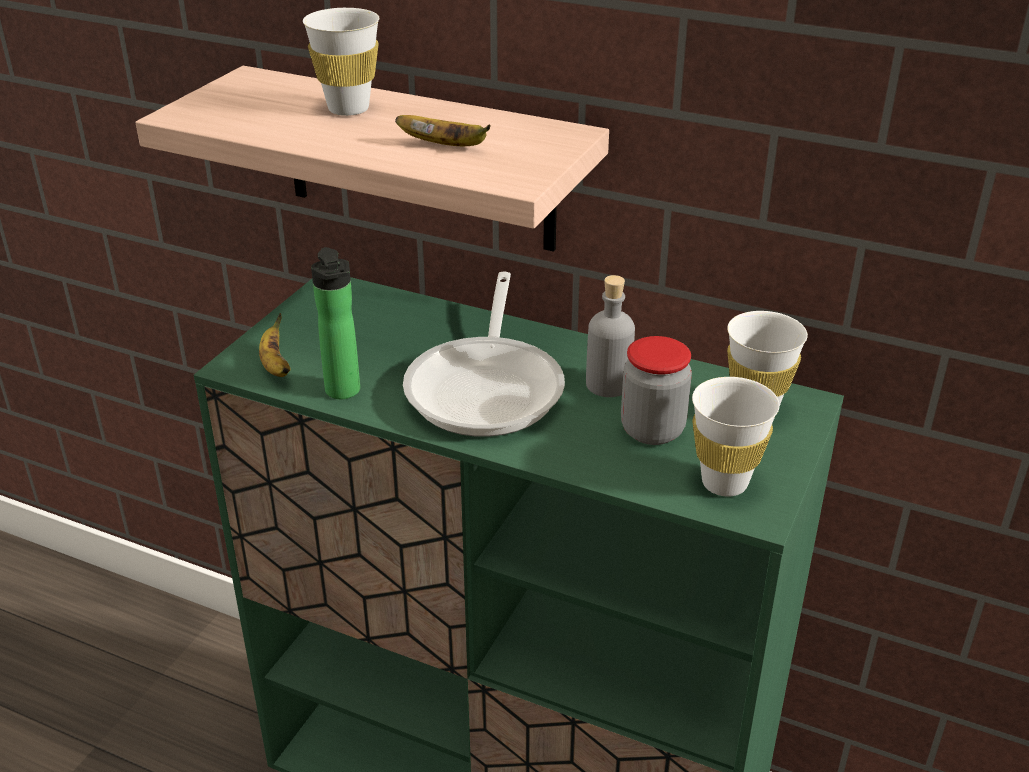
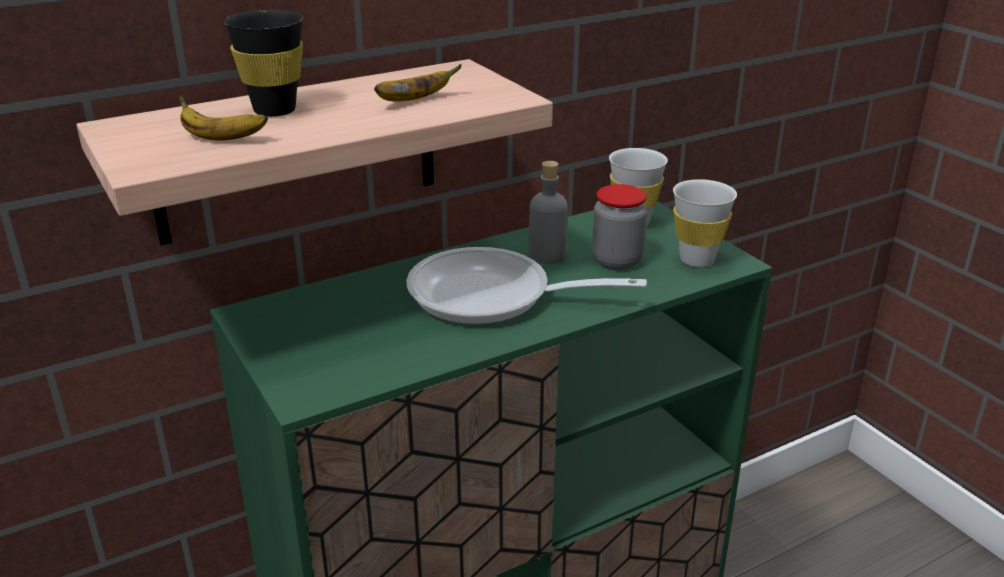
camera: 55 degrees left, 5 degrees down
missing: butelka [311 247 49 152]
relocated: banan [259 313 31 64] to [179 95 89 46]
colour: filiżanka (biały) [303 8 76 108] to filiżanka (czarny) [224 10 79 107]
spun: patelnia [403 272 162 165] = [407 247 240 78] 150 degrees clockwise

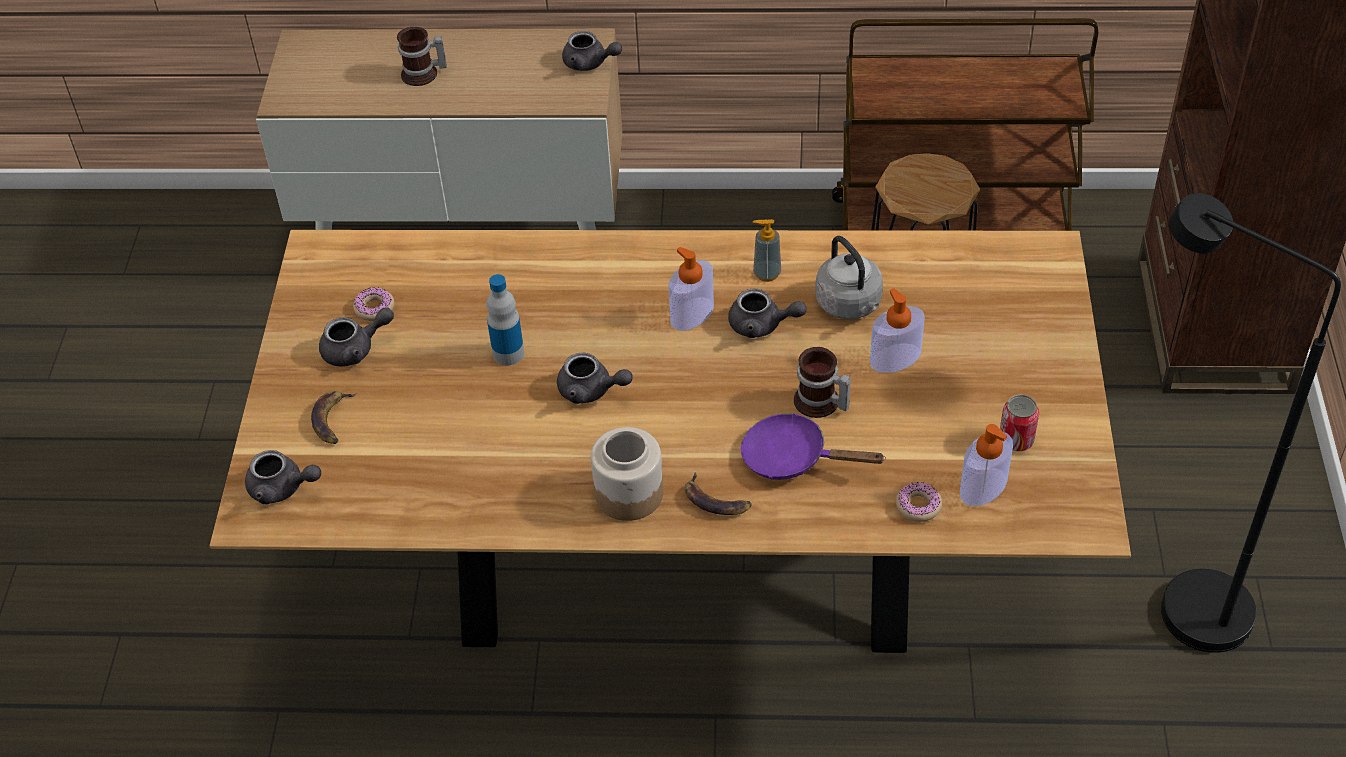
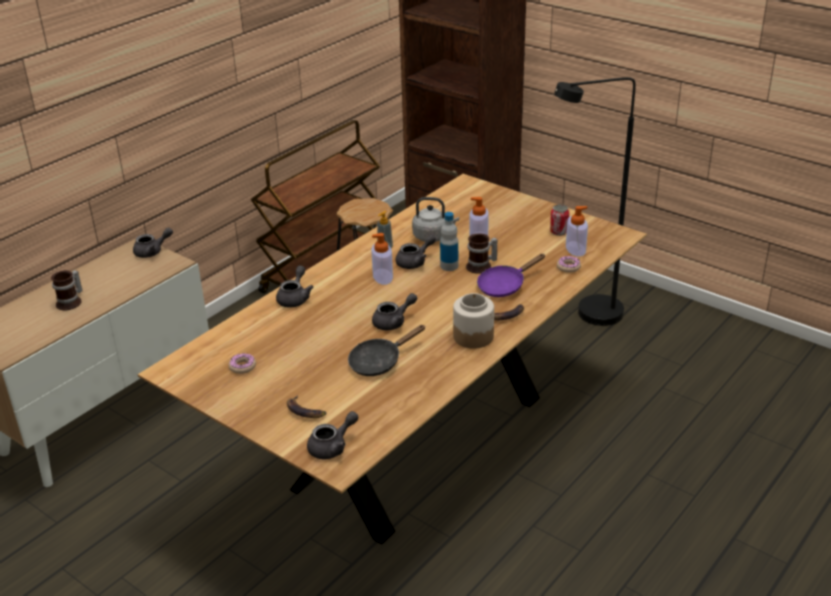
camera: 55 degrees left, 15 degrees down
appeared: patelnia (czarny) [348 325 78 51]
relocated: imbryk (szary) [319 307 75 59] to [276 266 37 41]; butelka [486 274 38 91] to [440 212 18 59]

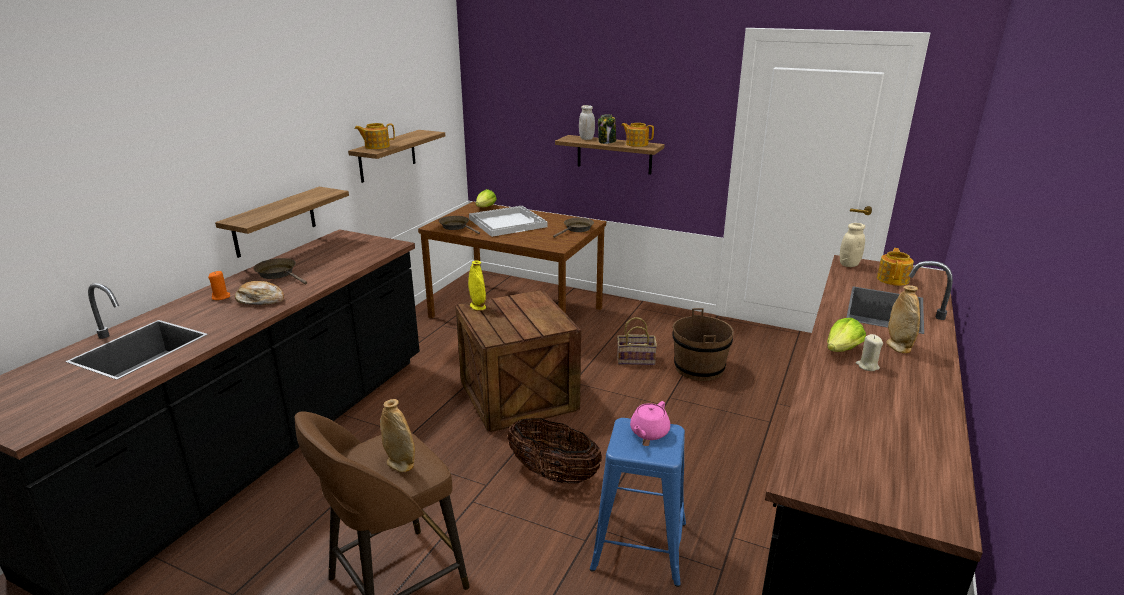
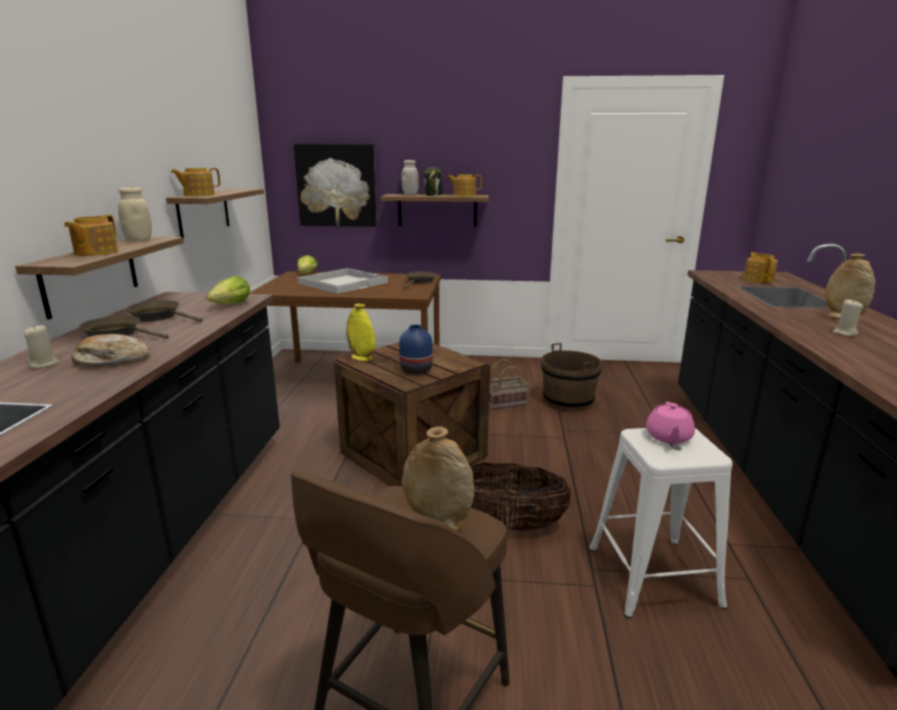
camera: 20 degrees left, 5 degrees down
appeared: imbryk [64 215 54 41]; obraz [294 144 83 83]; wazon (niebieski) [399 325 34 50]
relocated: słoik (beżowy) [840 223 25 44] to [118 187 34 55]; patelnia (brązowy) [439 216 41 18] to [126 300 77 22]; sałata [827 318 39 34] to [206 276 44 28]
colour: świeca (pomarańczowy) [208 271 22 29] to świeca (beżowy) [24 325 35 43]; stołek (niebieski) [590 418 96 169] to stołek (biały) [589 428 144 191]

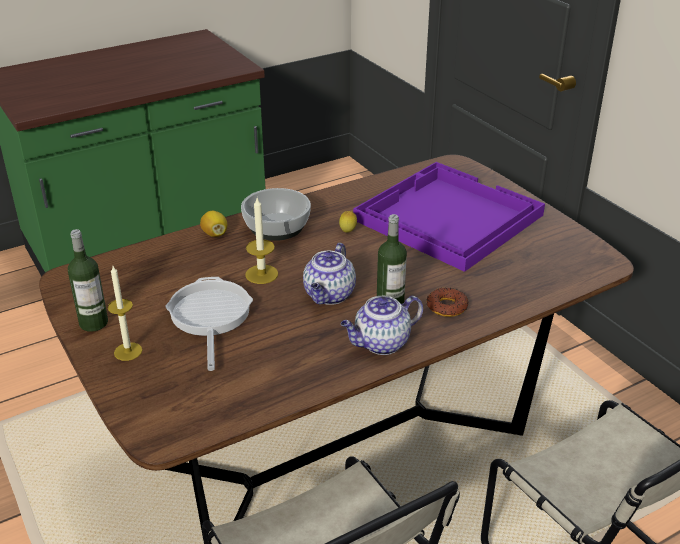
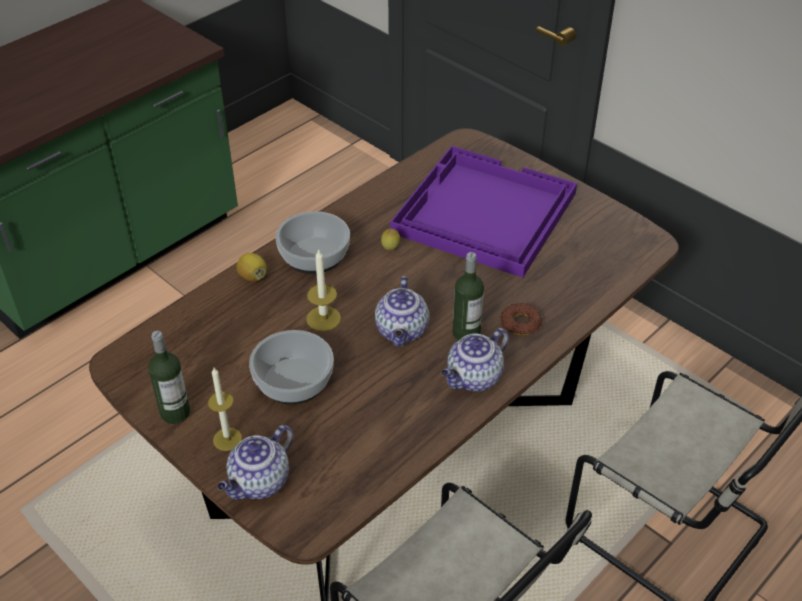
camera: 15 degrees left, 10 degrees up
appeared: imbryk [218 425 75 75]
exchanged: patelnia [165 277 88 94] to miska [249 330 85 75]

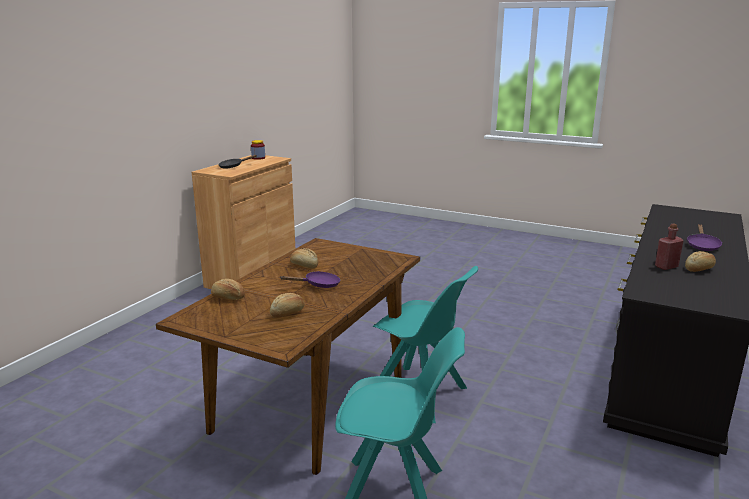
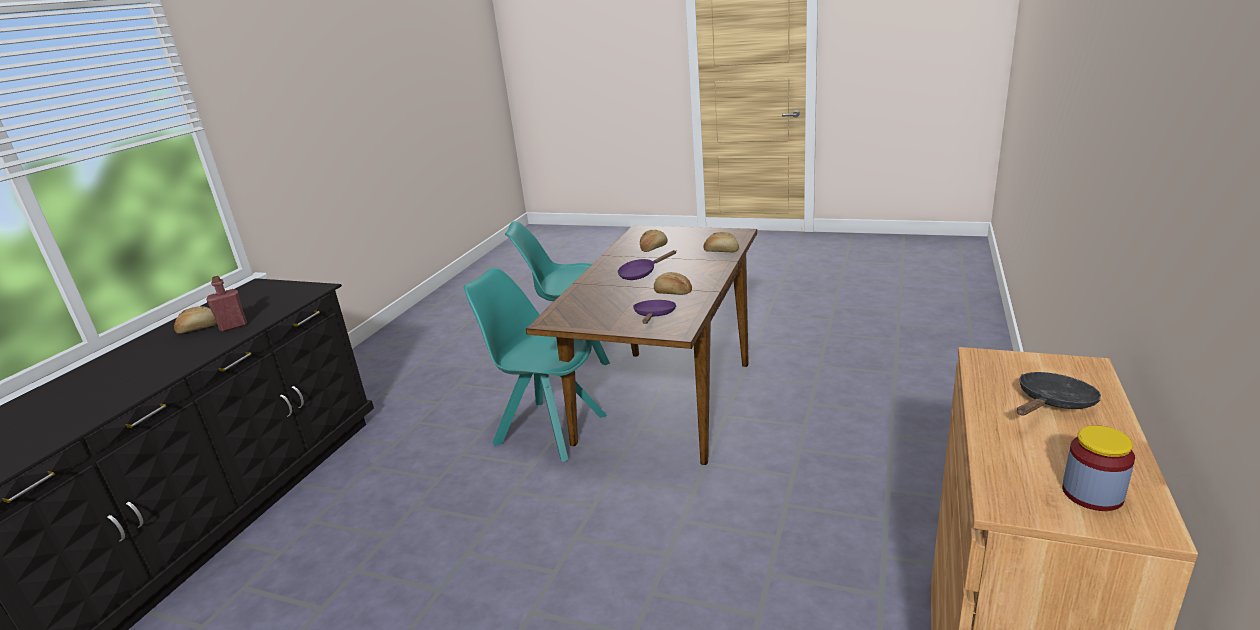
camera: 175 degrees right, 5 degrees up
relocated: patelnia (fioletowy) [687 224 35 27] to [633 300 44 24]

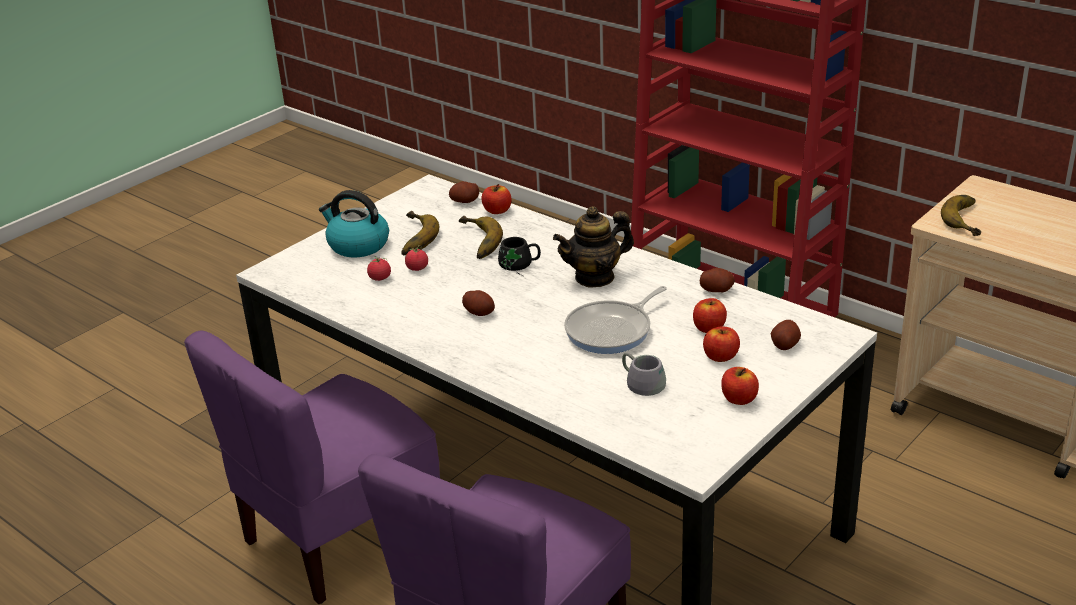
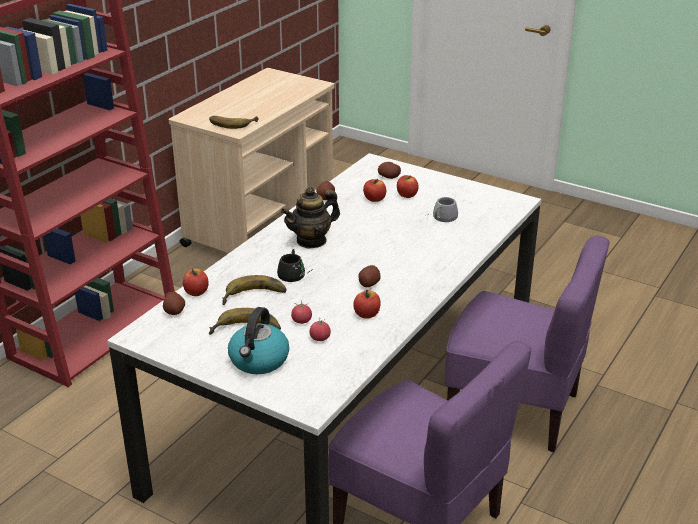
camera: 100 degrees left, 0 degrees up
missing: patelnia [564 286 103 68]
relocated: jabłko [721 367 38 38] to [353 290 28 29]
spun: imbryk [553 206 81 82] = [281 187 59 62] 90 degrees clockwise

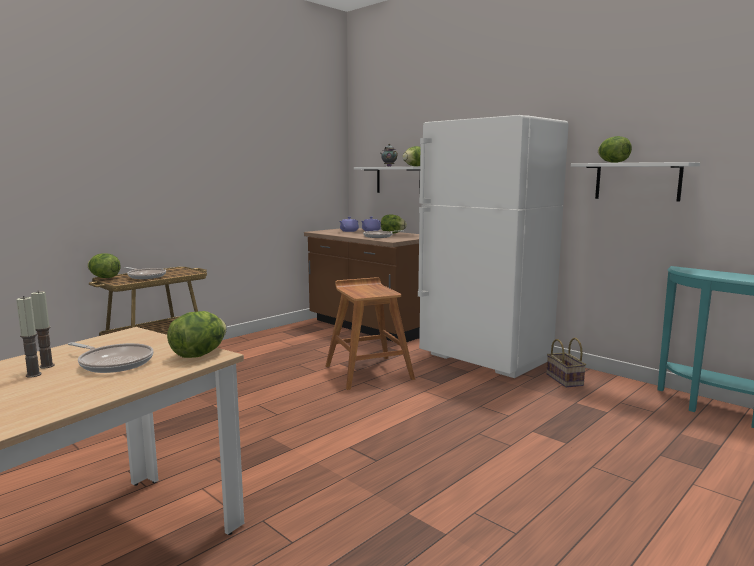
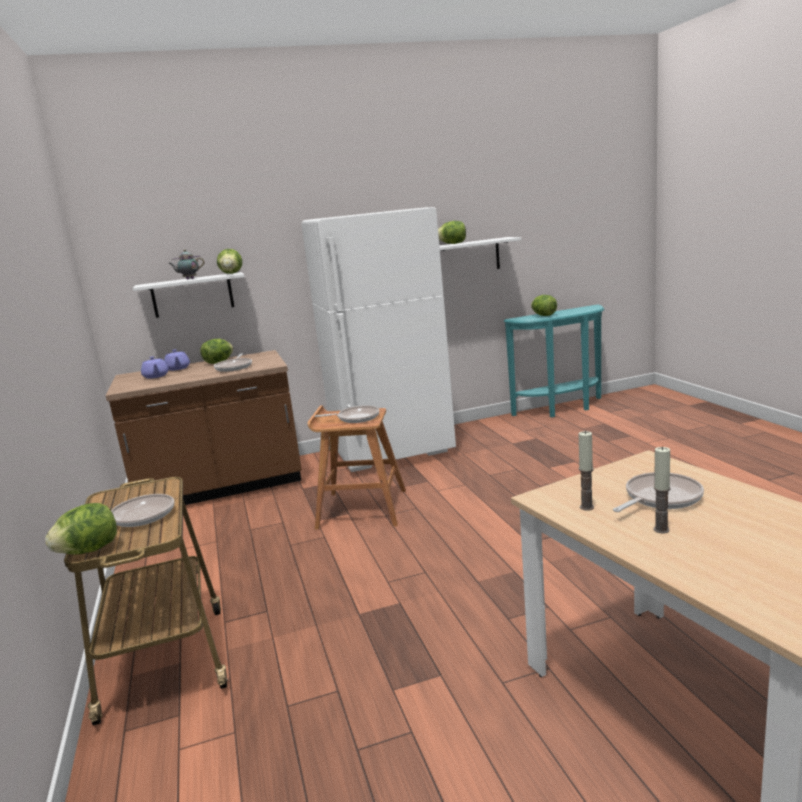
camera: 60 degrees left, 5 degrees up
missing: koszyk [546 338 40 49]
appeared: patelnia [315 406 64 17]
relocated: sałata [167 311 60 47] to [531 295 26 21]; świeca [16 296 26 82] to [579 431 15 80]

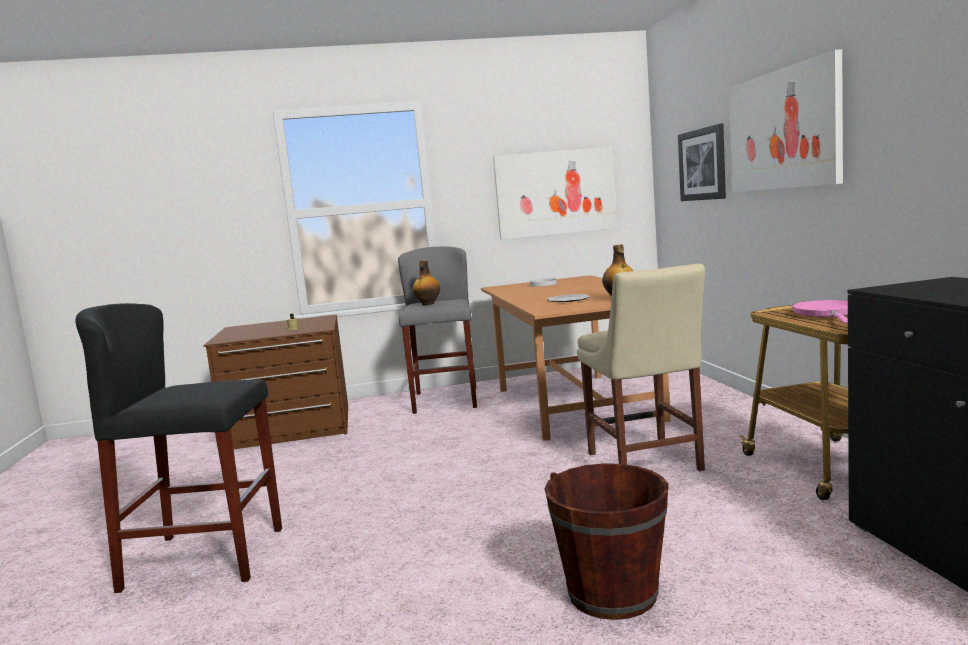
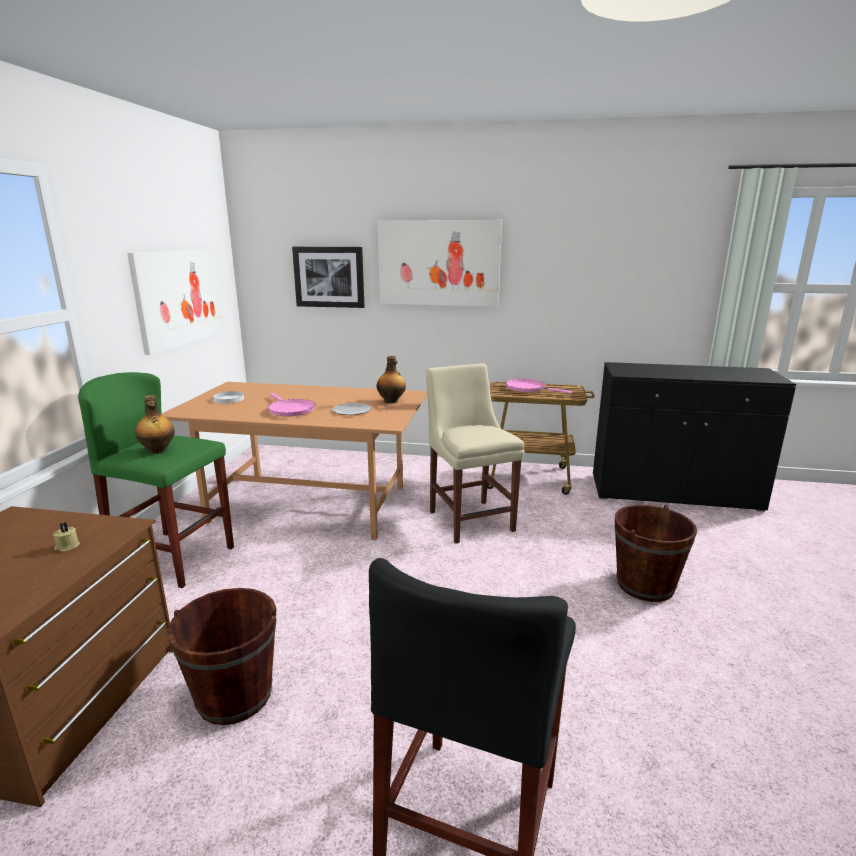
camera: 70 degrees left, 10 degrees up
appeared: wiadro (brązowy) [168 588 109 137]; patelnia (różowy) [268 393 48 23]
colour: stołek (szary) [398 246 79 168] to stołek (zielony) [78 372 156 216]
spun: krzesło (beżowy) [577 264 128 207] = [426 363 99 181] 120 degrees counterclockwise

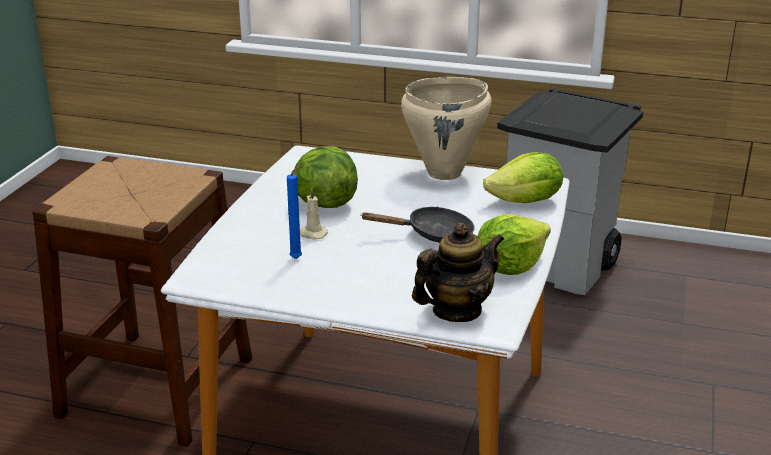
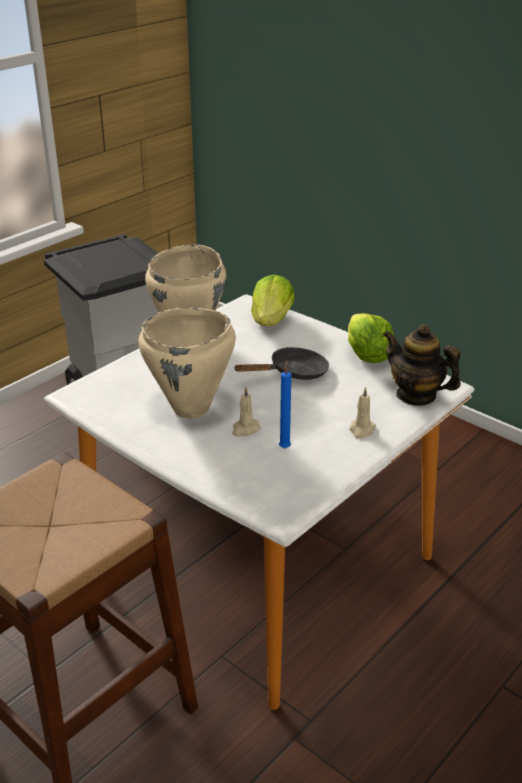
camera: 65 degrees left, 5 degrees up
appeared: świeca (beżowy) [350 387 26 52]
exchanged: sałata [294 146 64 62] to garnek (beżowy) [138 308 98 111]
spun: patelnia (czarny) [360 207 115 36] = [234 347 95 33] 45 degrees clockwise; imbryk [412 223 92 99] = [383 324 78 82] 45 degrees counterclockwise

